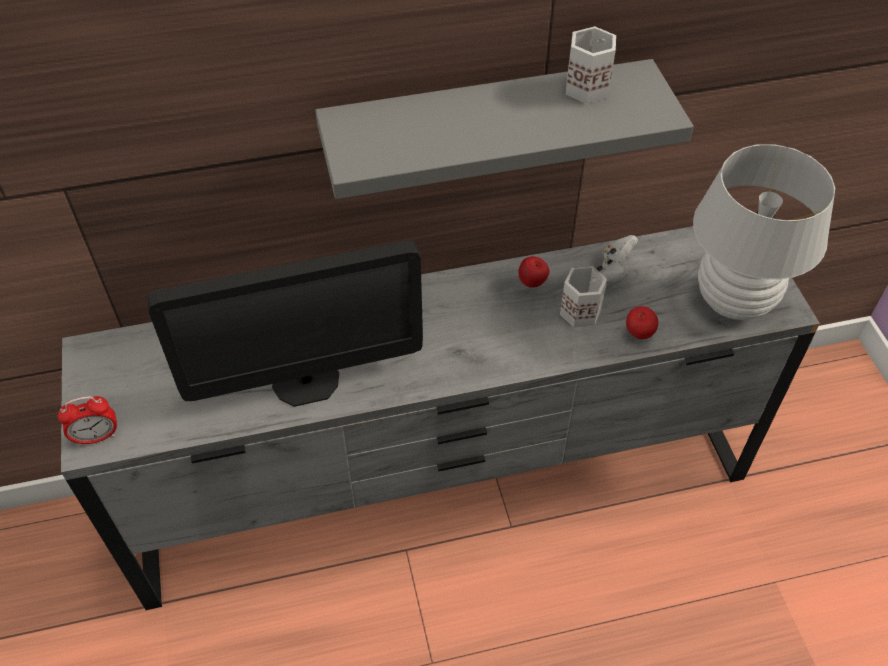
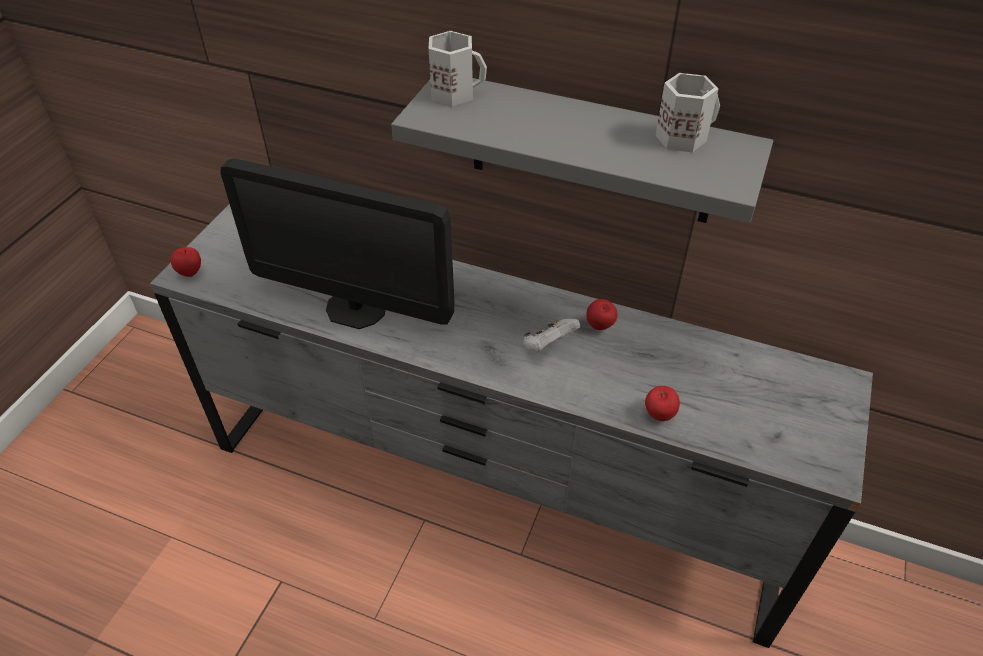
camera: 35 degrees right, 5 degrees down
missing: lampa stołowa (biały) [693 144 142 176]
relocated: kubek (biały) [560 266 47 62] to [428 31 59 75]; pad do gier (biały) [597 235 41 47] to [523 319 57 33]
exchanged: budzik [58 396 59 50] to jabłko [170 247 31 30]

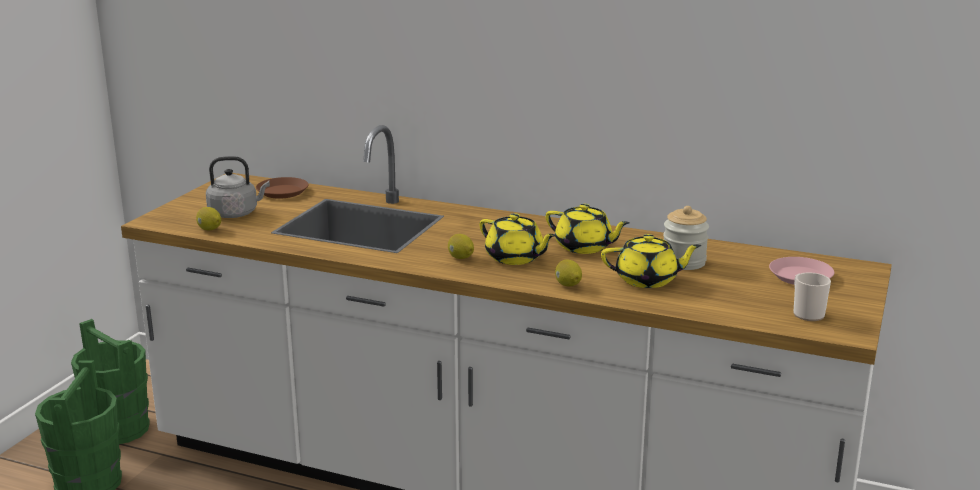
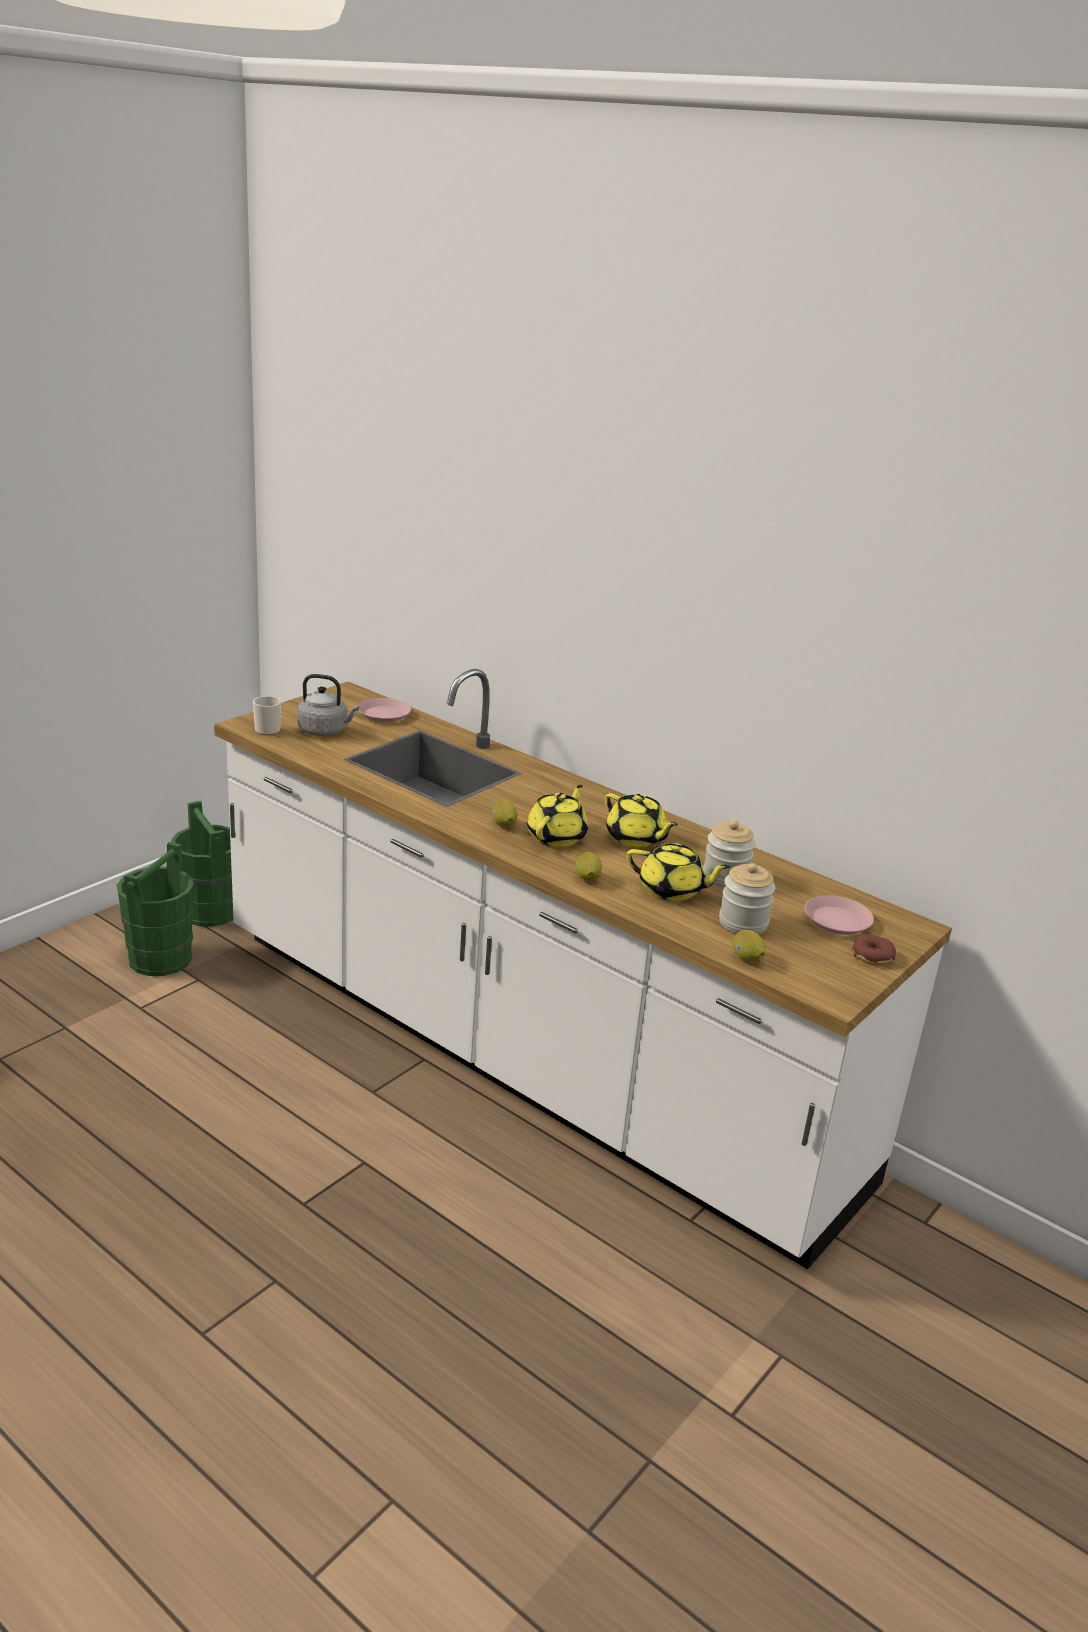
camera: 15 degrees right, 5 degrees up
appeared: słoik [719 863 56 71]; donut [852 935 44 30]
relocated: kubek [793 272 38 49] to [253 696 28 39]; cytryna [196 207 25 23] to [733 930 32 31]
colour: talerz (brązowy) [256 177 53 22] to talerz (różowy) [359 698 52 24]
spun: imbryk (żółty) [479 213 77 52] = [527 785 61 62] 120 degrees counterclockwise

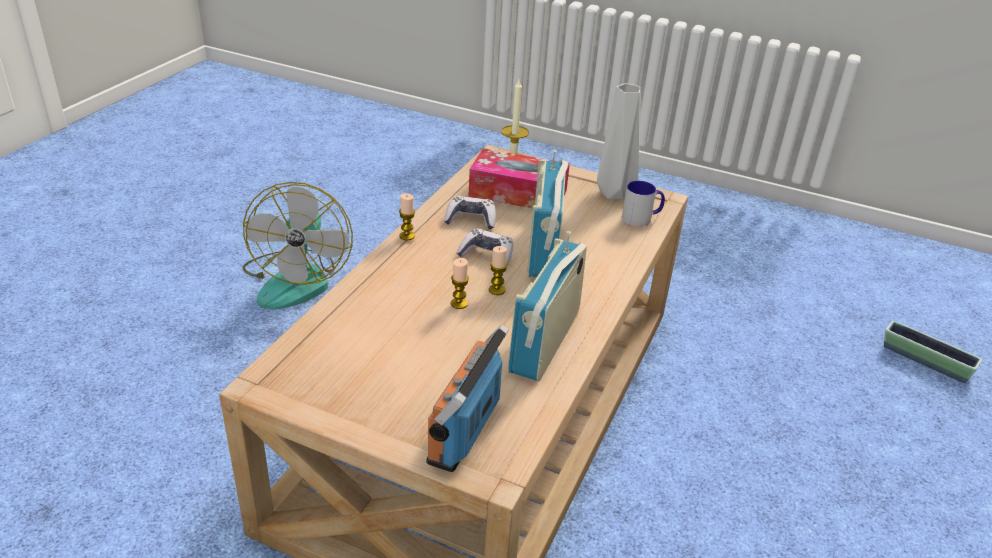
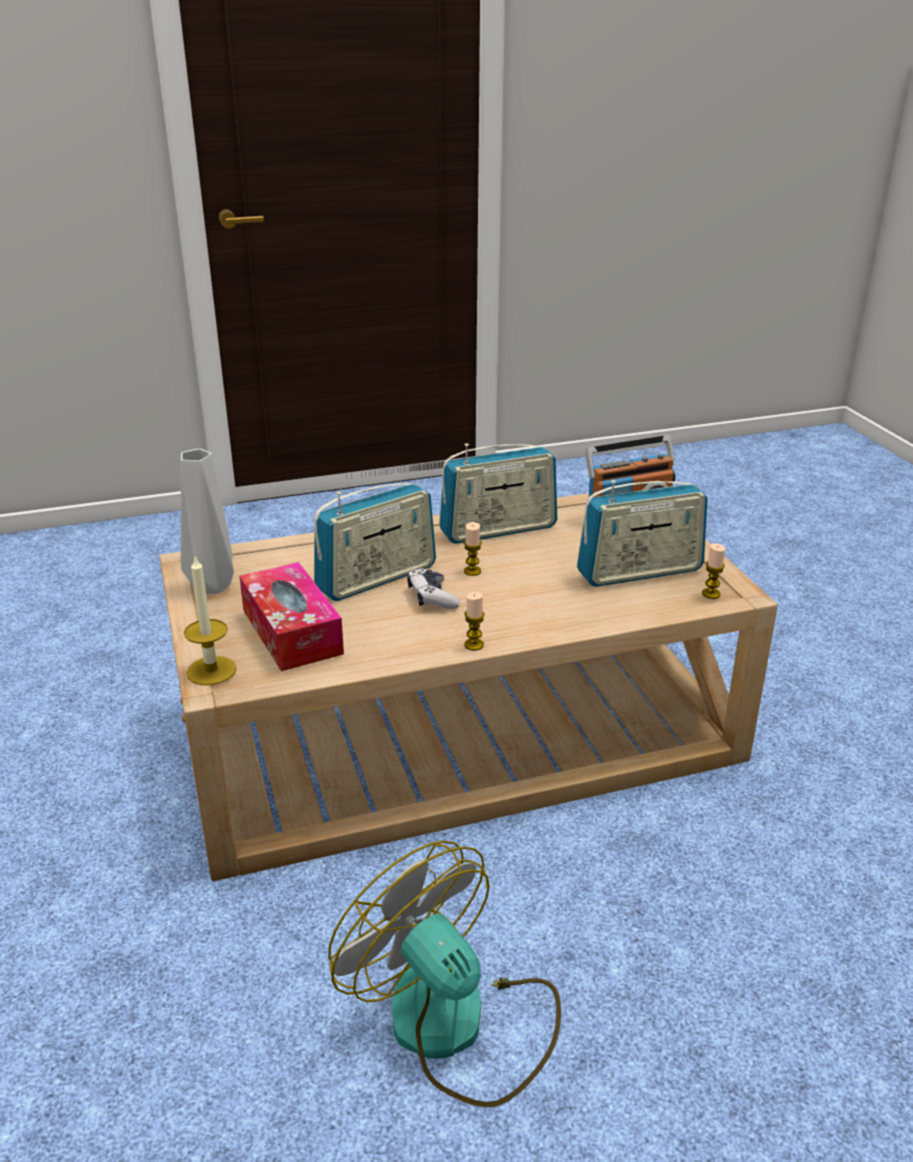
camera: 130 degrees left, 5 degrees down
missing: pad do gier [444 196 52 33]; kubek [622 181 43 45]; donica [884 321 98 62]
appeared: radio [577 480 131 107]
relocated: świeca [451 258 18 51] to [702 543 23 56]
spun: wentylator [243 182 110 127] = [328 840 233 268] 90 degrees counterclockwise

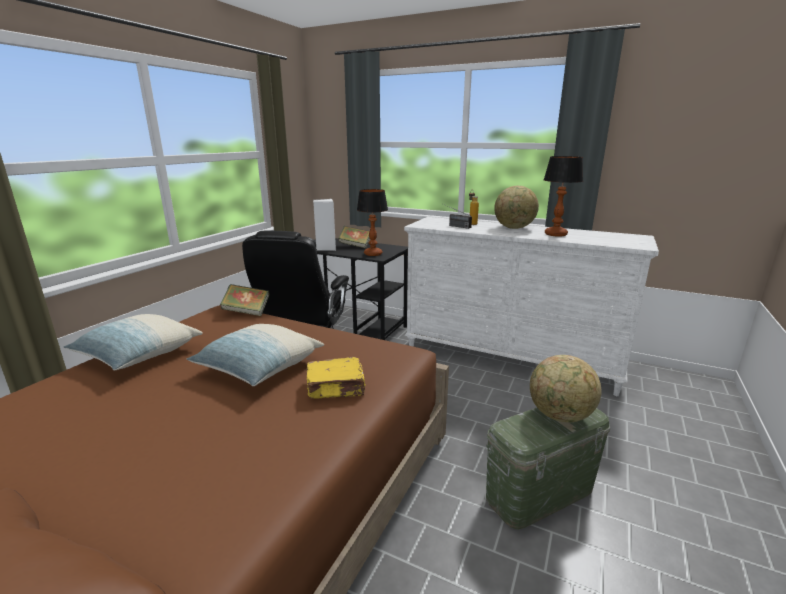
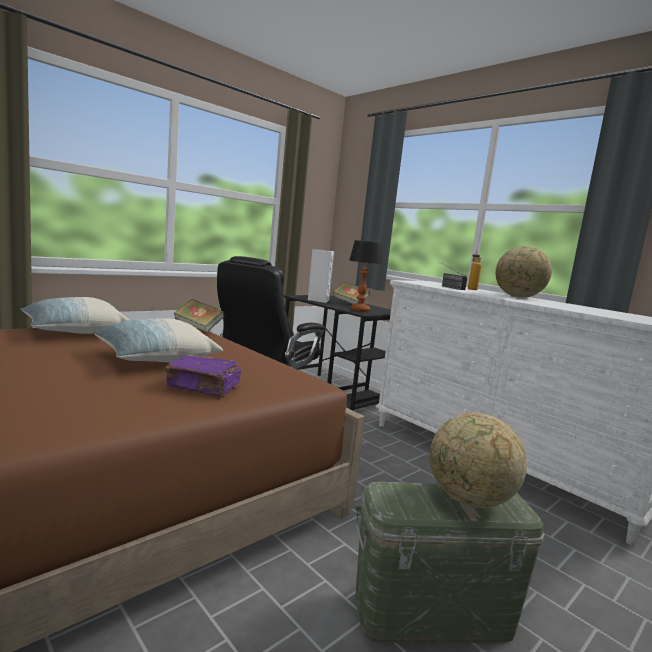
camera: 20 degrees right, 10 degrees down
missing: lampa stołowa [544 156 39 81]
colour: książka (żółty) [307 357 59 42] to książka (fioletowy) [164 355 77 42]

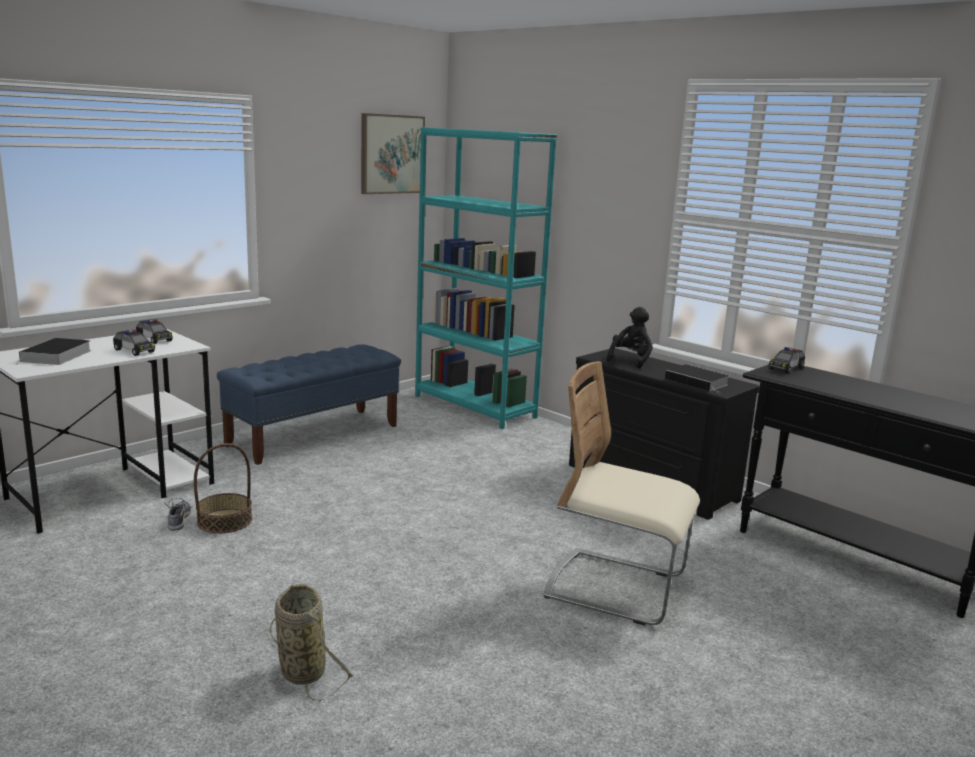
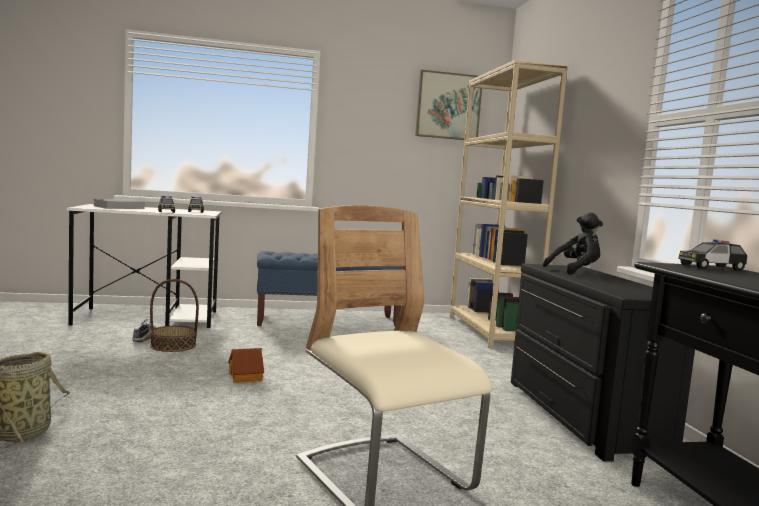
camera: 35 degrees right, 10 degrees down
missing: książka [665 364 64 29]
appeared: domek [228 348 36 35]
colour: regał (turkusowy) [415 127 142 302] to regał (beżowy) [449 60 119 288]

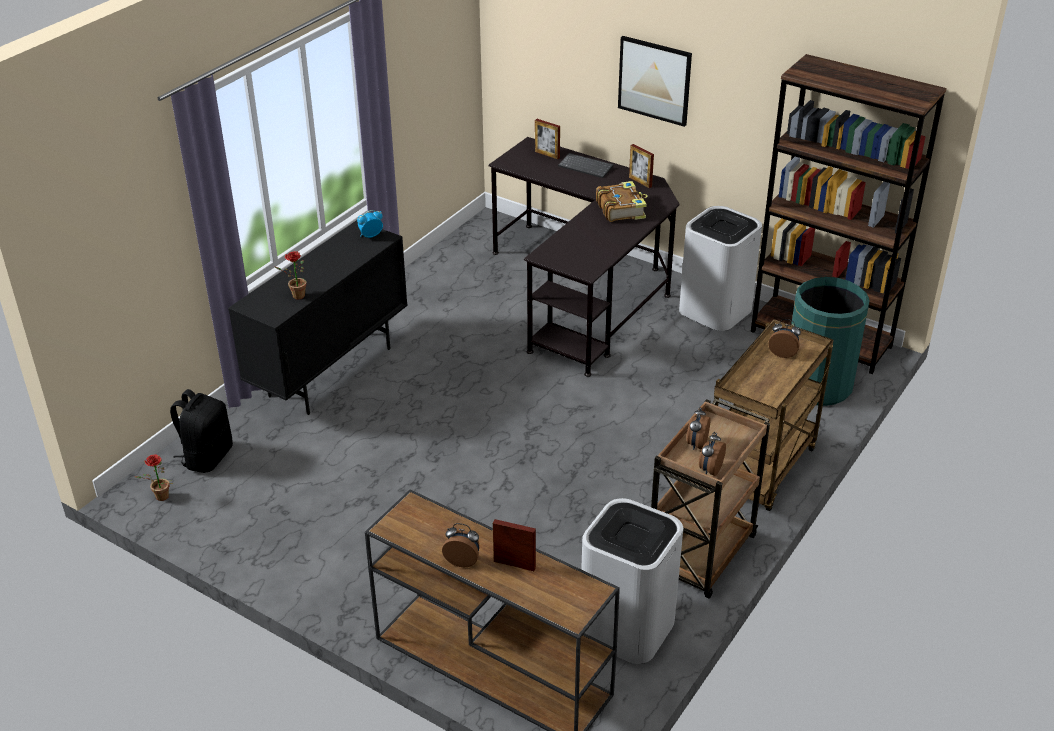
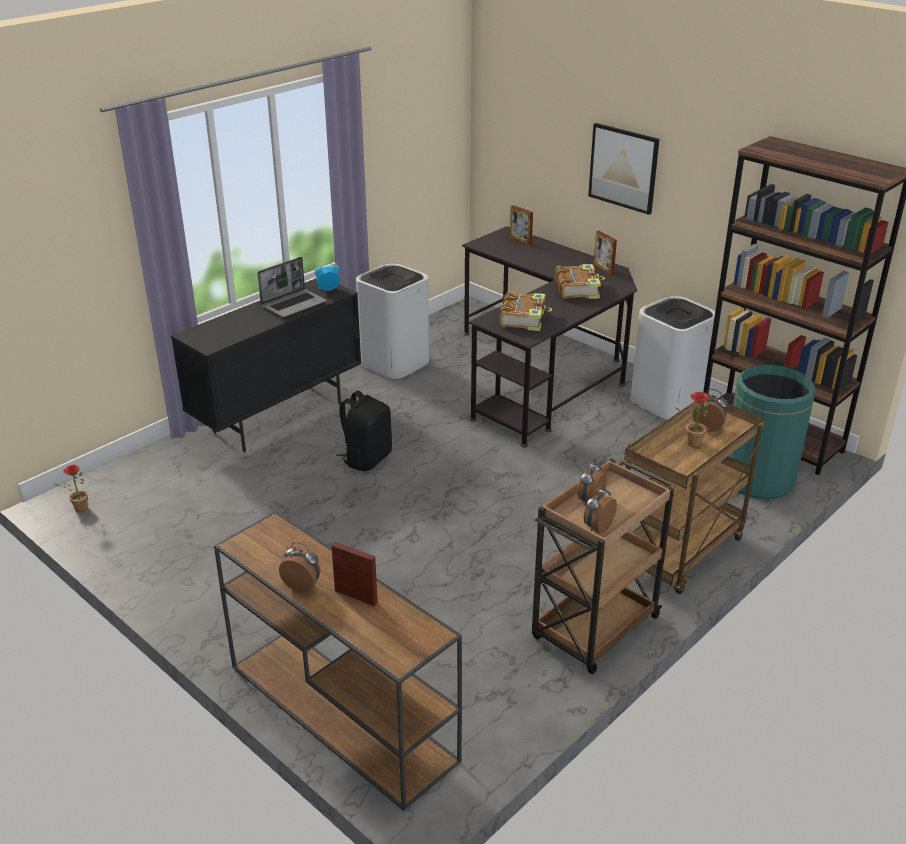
camera: 10 degrees right, 5 degrees down
missing: klawiatura [558 153 56 25]
appeared: laptop [257 257 70 60]; książka [499 292 53 39]
relocated: plecak (czarny) [170 389 63 84] to [336 390 56 81]; kosz na śmieci (biały) [581 498 102 166] to [356 264 73 115]; roślina doniczkowa [275 251 32 48] to [675 392 35 55]

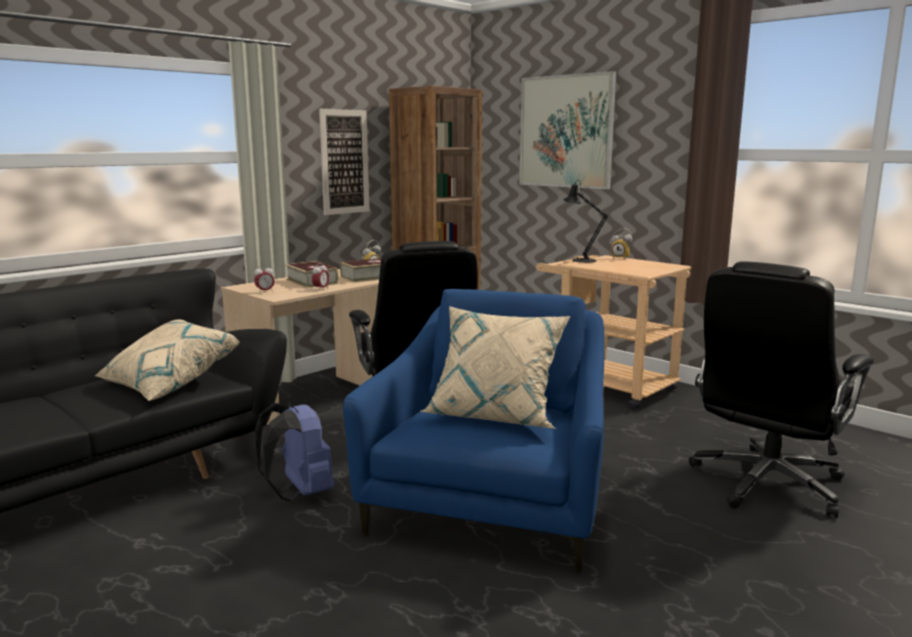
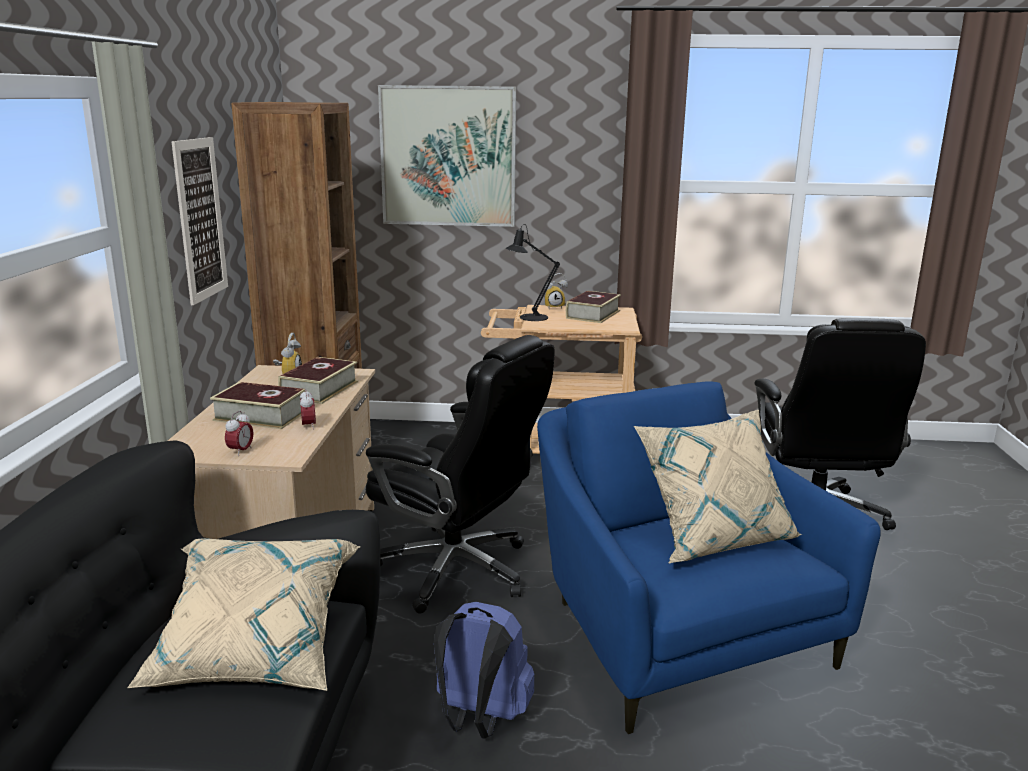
camera: 40 degrees left, 5 degrees up
appeared: książka [566 291 55 32]

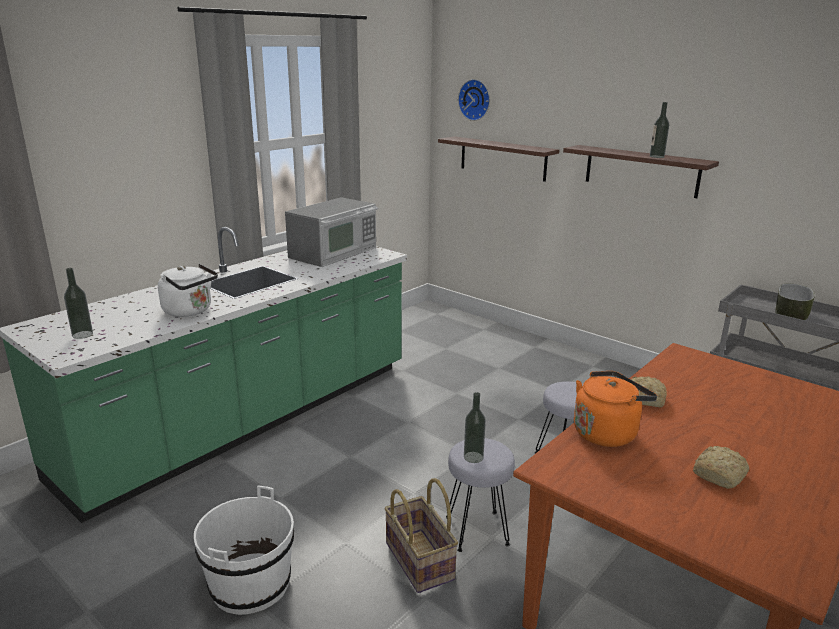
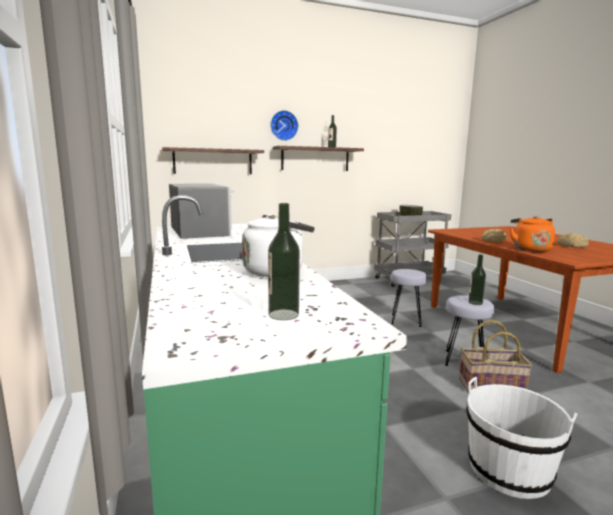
camera: 60 degrees left, 10 degrees down
relocated: zegar ścienny [458 79 32 42] to [270 110 28 31]

